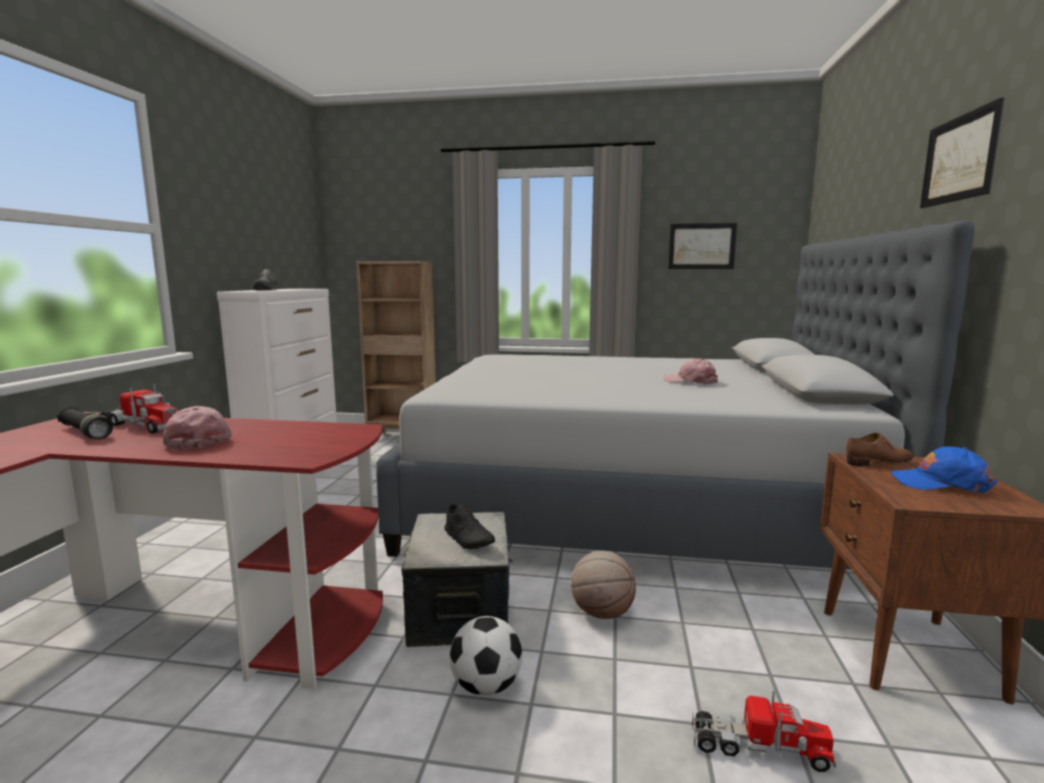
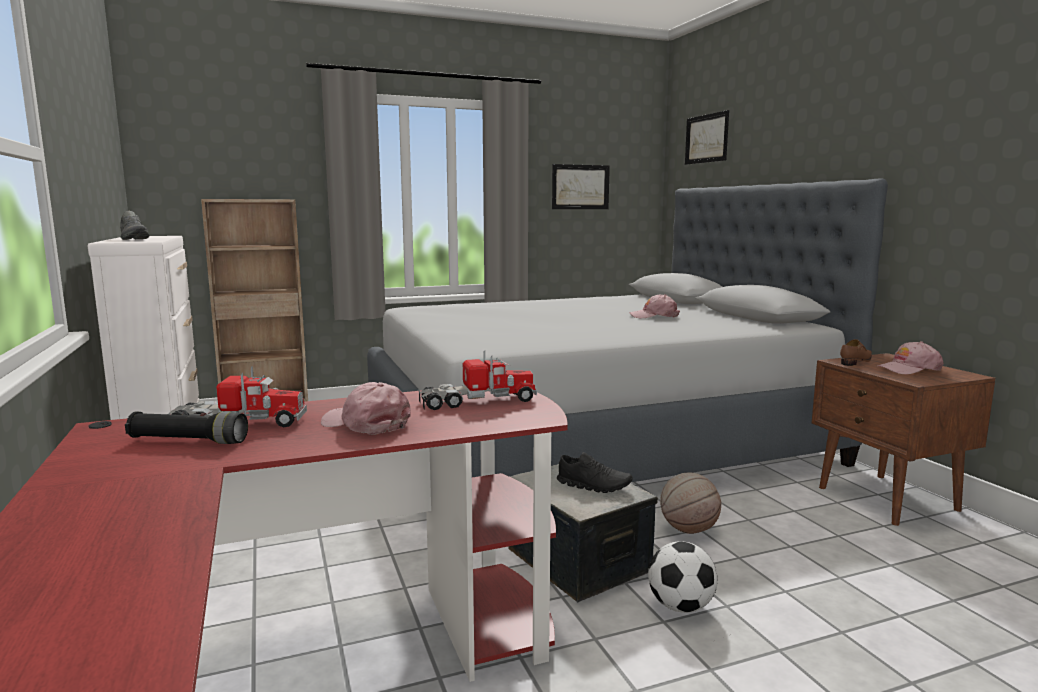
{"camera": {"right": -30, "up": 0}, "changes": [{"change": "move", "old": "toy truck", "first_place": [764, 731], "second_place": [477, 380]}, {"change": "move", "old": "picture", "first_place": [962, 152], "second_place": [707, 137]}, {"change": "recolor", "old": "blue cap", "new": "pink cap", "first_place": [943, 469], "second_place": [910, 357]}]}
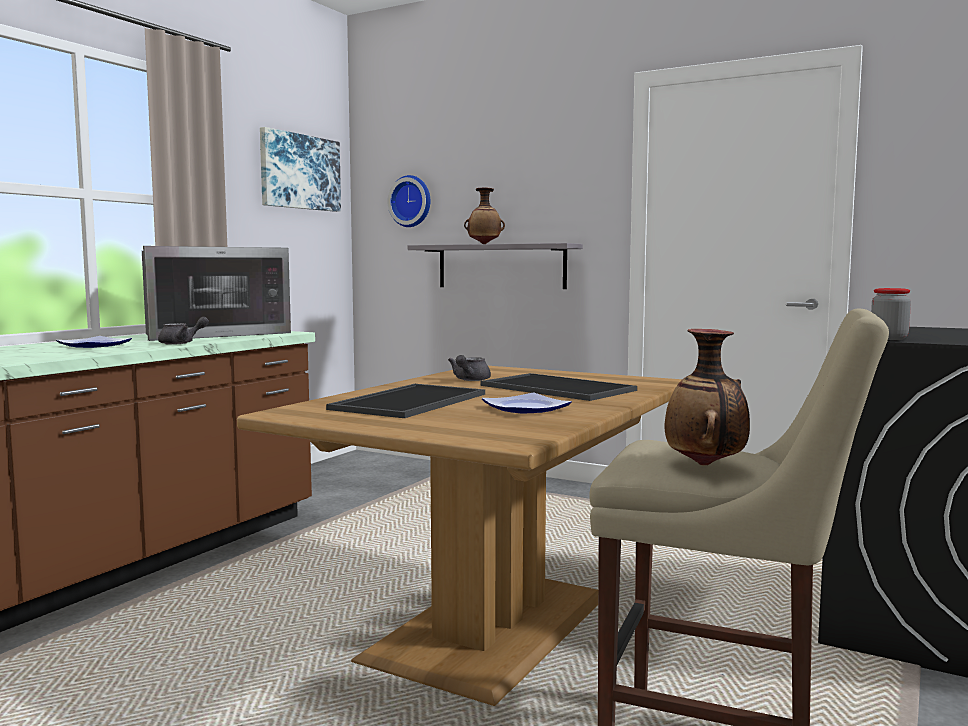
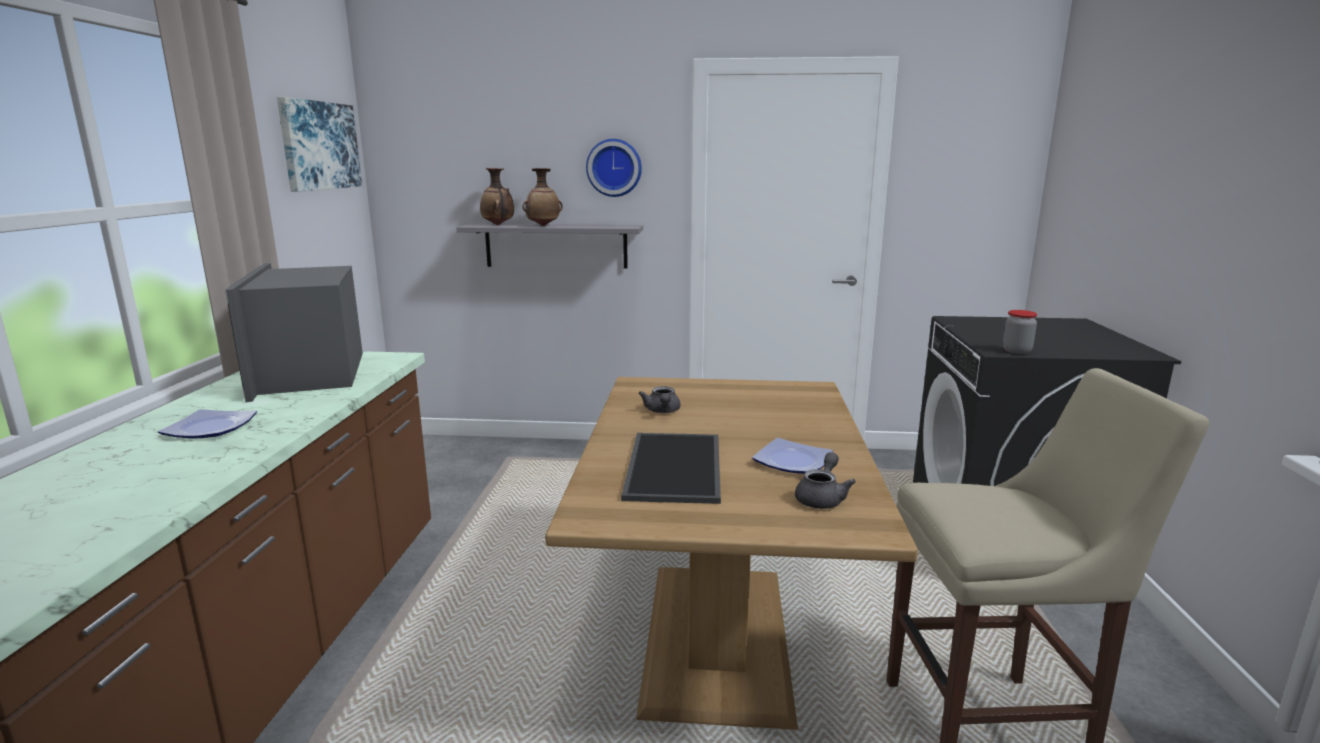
{"camera": {"right": -25, "up": 10}, "changes": [{"change": "delete", "old": "tray", "first_place": [558, 387]}, {"change": "move", "old": "grey teapot", "first_place": [183, 331], "second_place": [825, 480]}, {"change": "move", "old": "wall clock", "first_place": [408, 201], "second_place": [614, 168]}, {"change": "move", "old": "vase", "first_place": [707, 397], "second_place": [497, 196]}, {"change": "rotate", "old": "microwave", "first_place": [216, 293], "second_place": [294, 332], "degrees": 135}]}
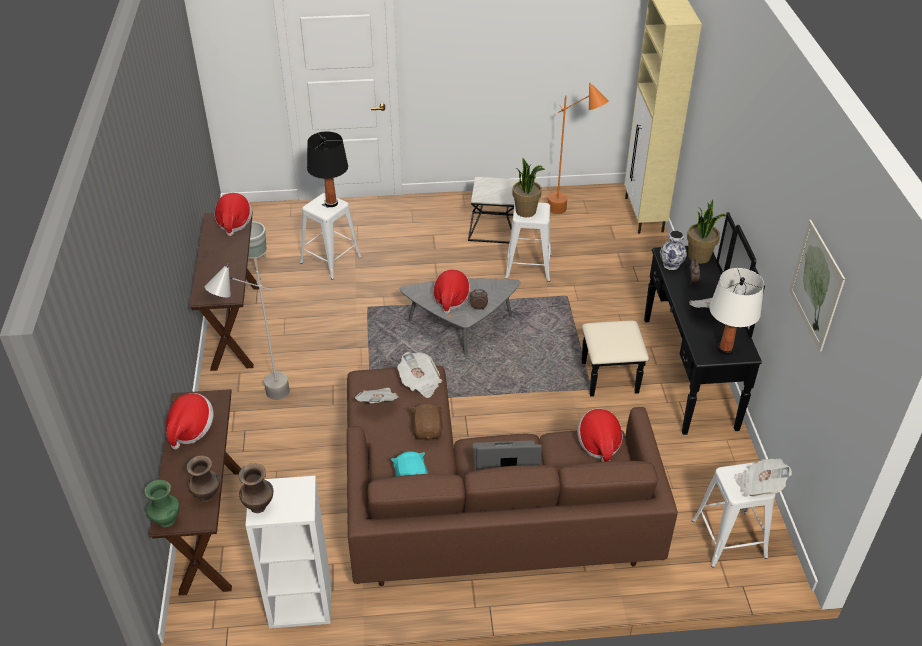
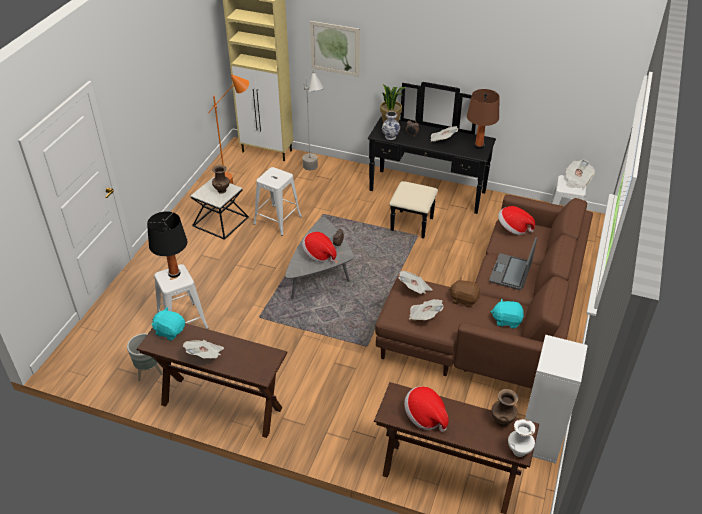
{"camera": {"right": -65, "up": 0}, "changes": [{"change": "delete", "old": "potted plant", "first_place": [528, 187]}, {"change": "insert", "new": "newspaper", "second_place": [203, 349]}, {"change": "move", "old": "grey floor lamp", "first_place": [247, 331], "second_place": [314, 120]}, {"change": "move", "old": "brown vase", "first_place": [255, 488], "second_place": [221, 179]}, {"change": "move", "old": "picture", "first_place": [817, 286], "second_place": [335, 49]}, {"change": "replace", "old": "hat", "new": "turquoise plush toy", "first_place": [233, 214], "second_place": [168, 324]}, {"change": "recolor", "old": "green vase", "new": "white vase", "first_place": [161, 503], "second_place": [521, 438]}, {"change": "recolor", "old": "white table lamp", "new": "brown table lamp", "first_place": [737, 311], "second_place": [483, 119]}]}
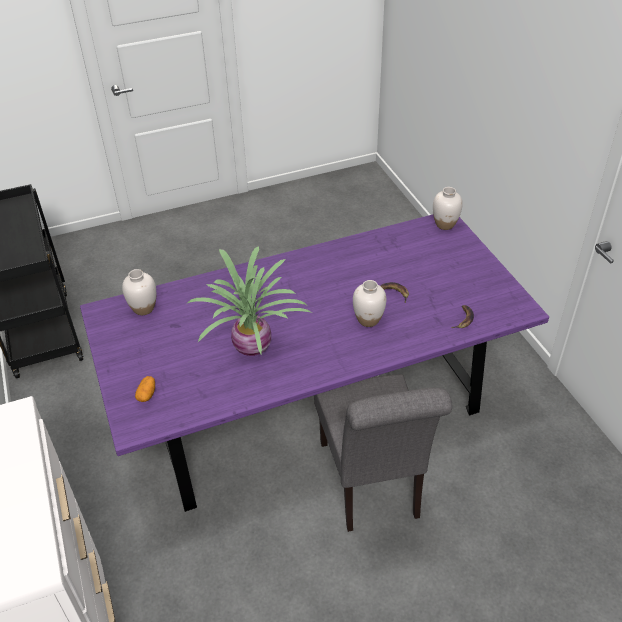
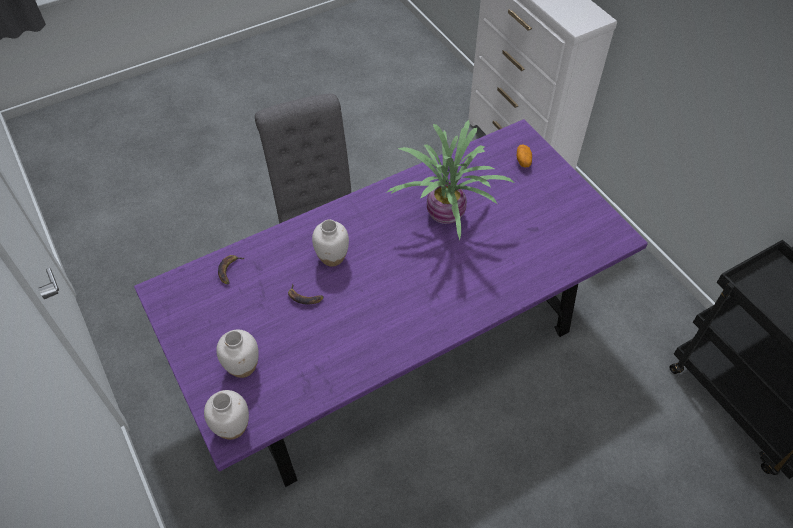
{"camera": {"right": 170, "up": 10}, "changes": [{"change": "move", "old": "white vase", "first_place": [139, 292], "second_place": [237, 354]}]}
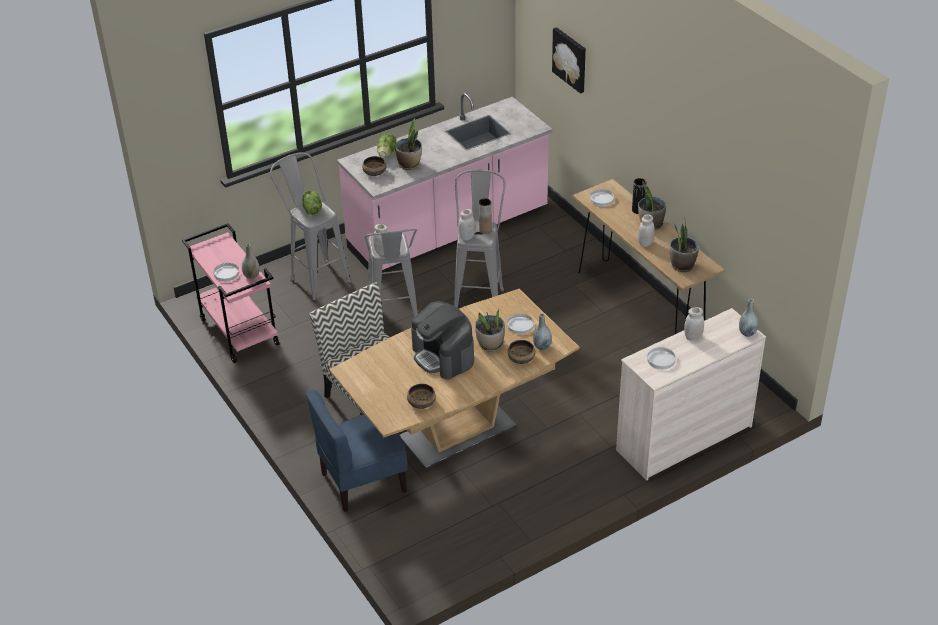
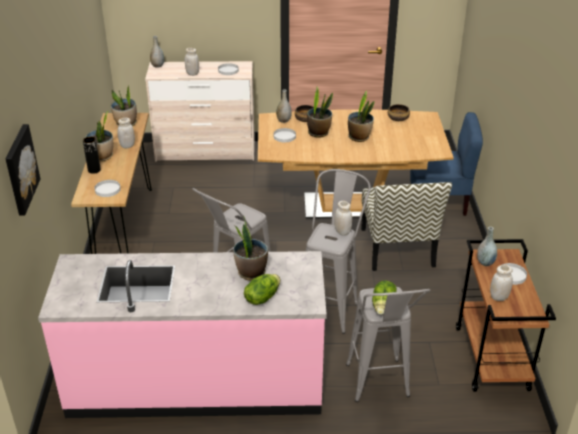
{"camera": {"right": -150, "up": -5}, "changes": [{"change": "delete", "old": "bowl", "first_place": [374, 166]}, {"change": "delete", "old": "brown vase", "first_place": [485, 216]}, {"change": "move", "old": "white jar", "first_place": [466, 224], "second_place": [501, 283]}, {"change": "replace", "old": "coffee machine", "new": "potted plant", "first_place": [442, 340], "second_place": [361, 116]}, {"change": "recolor", "old": "pink cart", "new": "brown cart", "first_place": [230, 293], "second_place": [506, 315]}]}
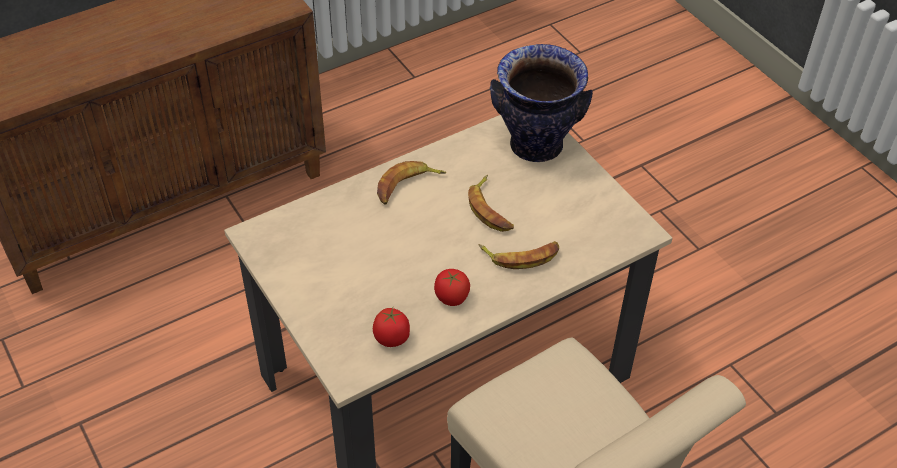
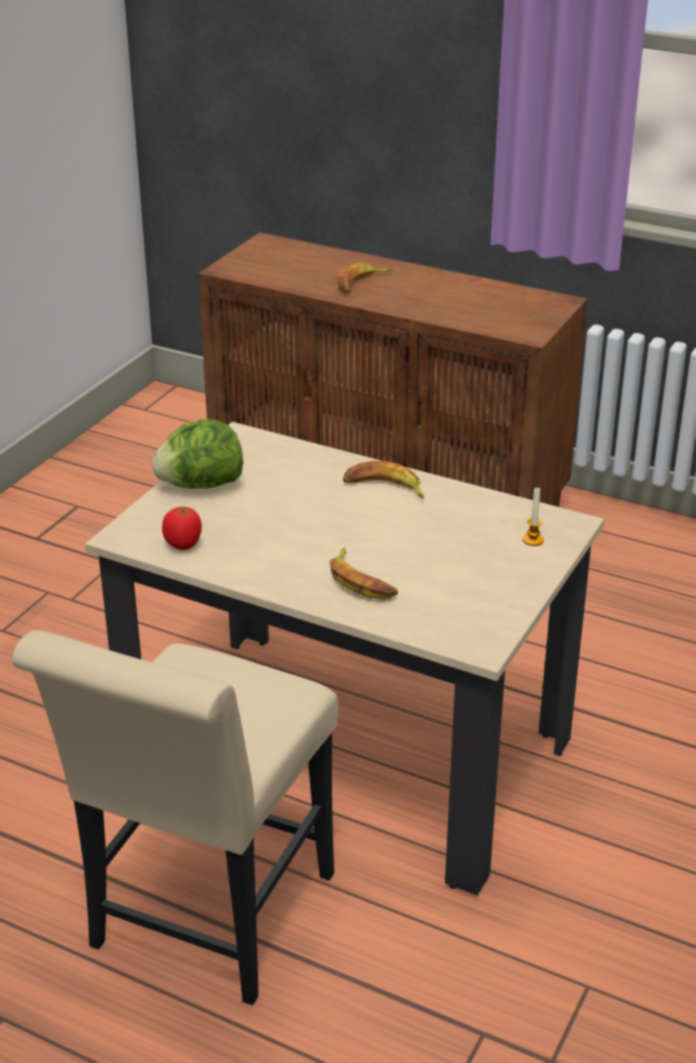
{"camera": {"right": 60, "up": -15}, "changes": [{"change": "delete", "old": "tomato", "first_place": [452, 287]}, {"change": "insert", "new": "lettuce", "second_place": [197, 454]}, {"change": "move", "old": "banana", "first_place": [491, 203], "second_place": [365, 278]}, {"change": "replace", "old": "vase", "new": "candle", "first_place": [541, 103], "second_place": [533, 516]}]}
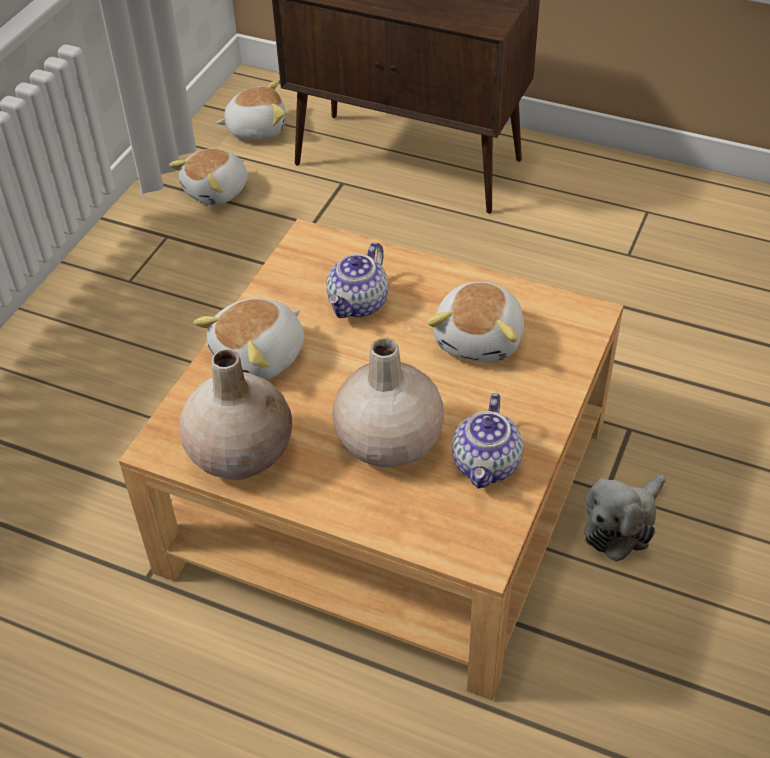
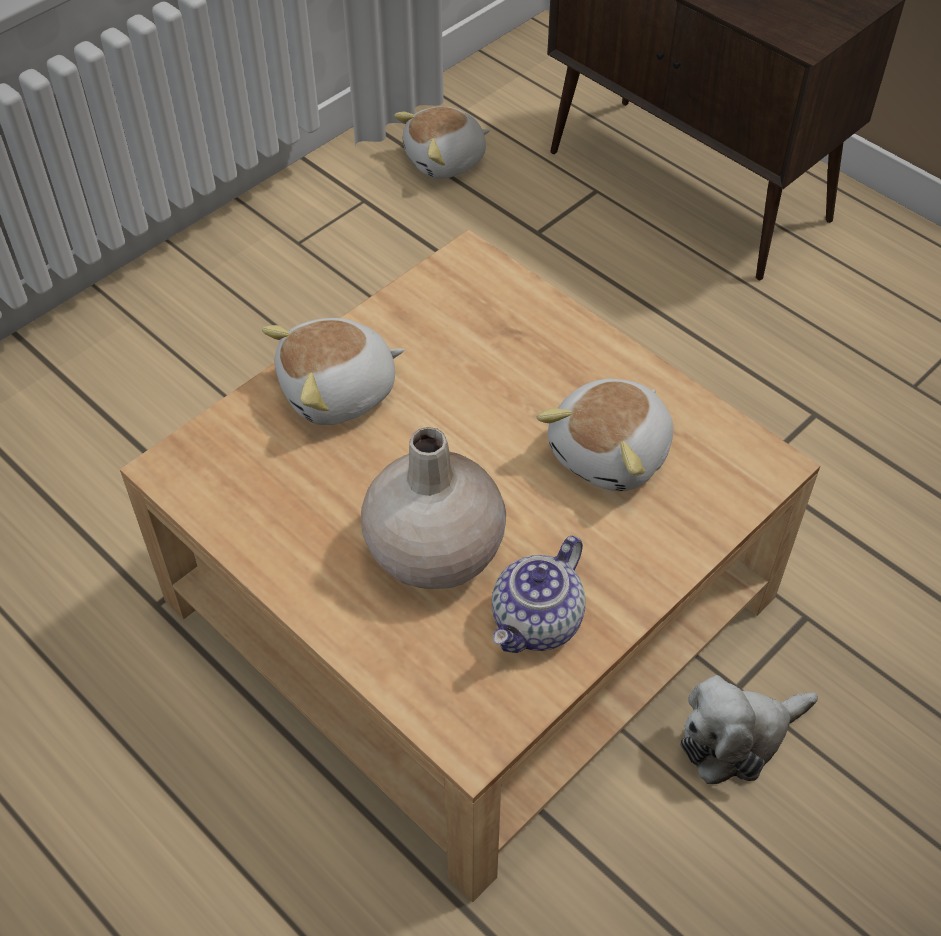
{"camera": {"right": 20, "up": 5}, "changes": [{"change": "delete", "old": "beige vase", "first_place": [235, 414]}, {"change": "delete", "old": "plush toy", "first_place": [250, 110]}, {"change": "delete", "old": "teapot", "first_place": [357, 280]}]}
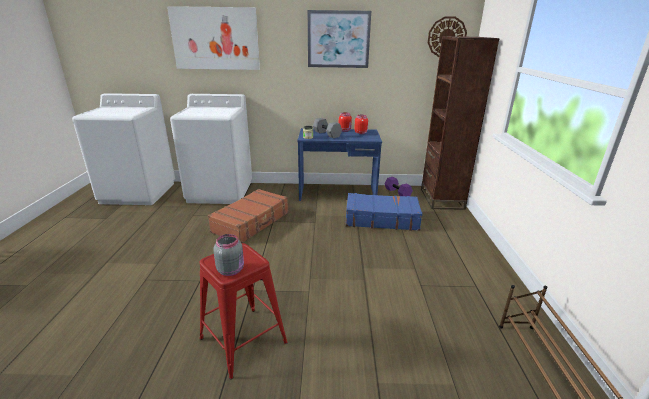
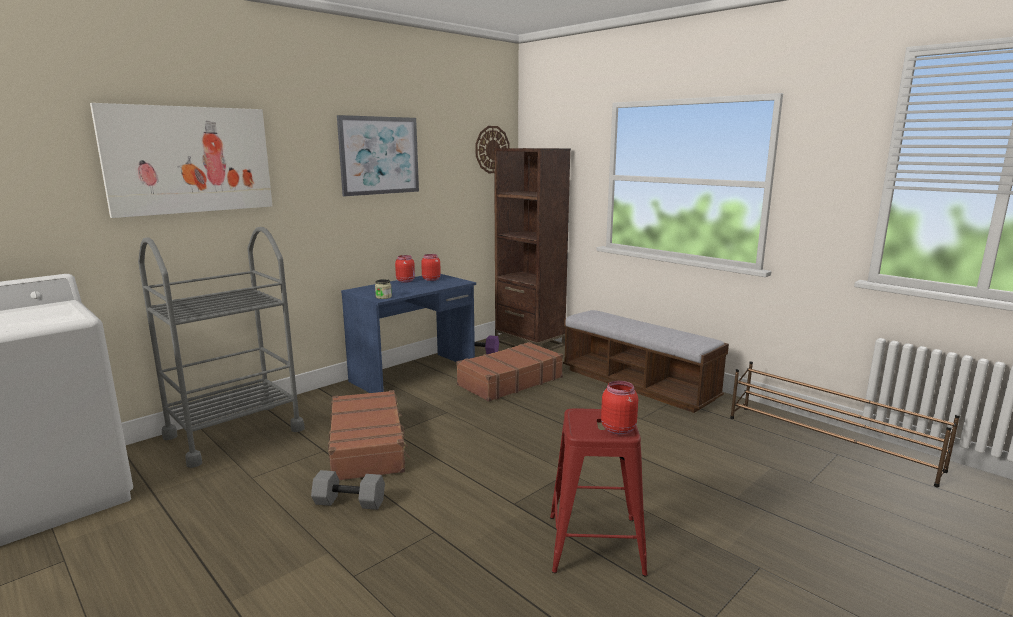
{"camera": {"right": -45, "up": -10}, "changes": [{"change": "insert", "new": "bench", "second_place": [646, 361]}, {"change": "move", "old": "grey dumbbell", "first_place": [327, 128], "second_place": [348, 490]}, {"change": "replace", "old": "white washing machine", "new": "grey cart", "first_place": [211, 149], "second_place": [221, 347]}, {"change": "recolor", "old": "grey jar", "new": "red jar", "first_place": [228, 255], "second_place": [619, 407]}, {"change": "recolor", "old": "blue suitcase", "new": "brown suitcase", "first_place": [384, 212], "second_place": [509, 372]}]}
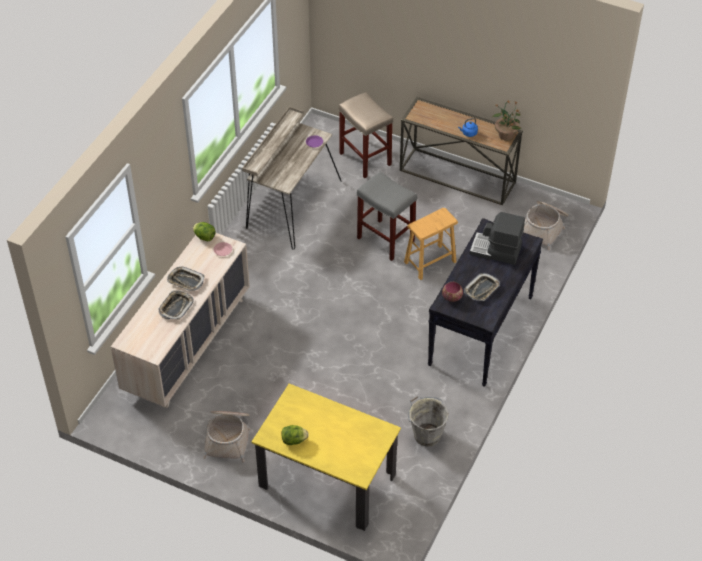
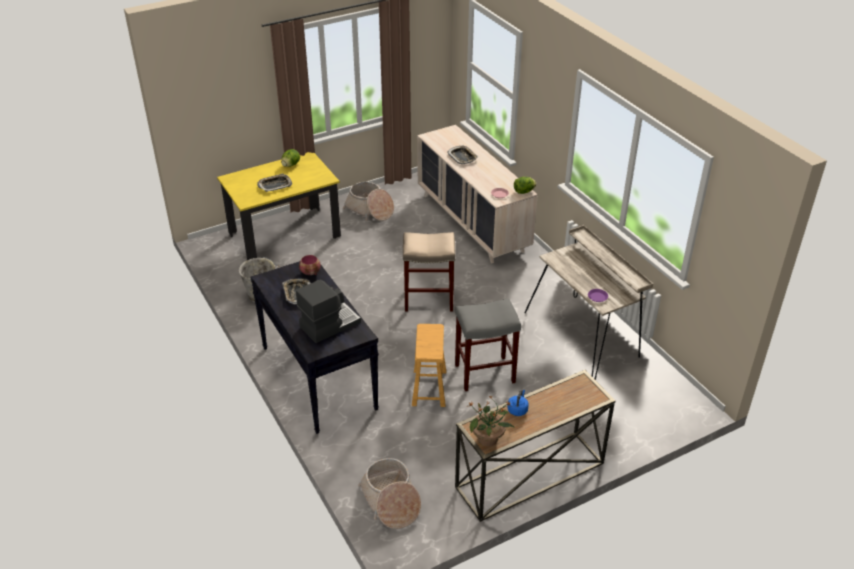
{"camera": {"right": 125, "up": -10}, "changes": [{"change": "move", "old": "tray", "first_place": [186, 279], "second_place": [274, 182]}, {"change": "move", "old": "beige stool", "first_place": [366, 135], "second_place": [429, 272]}]}
